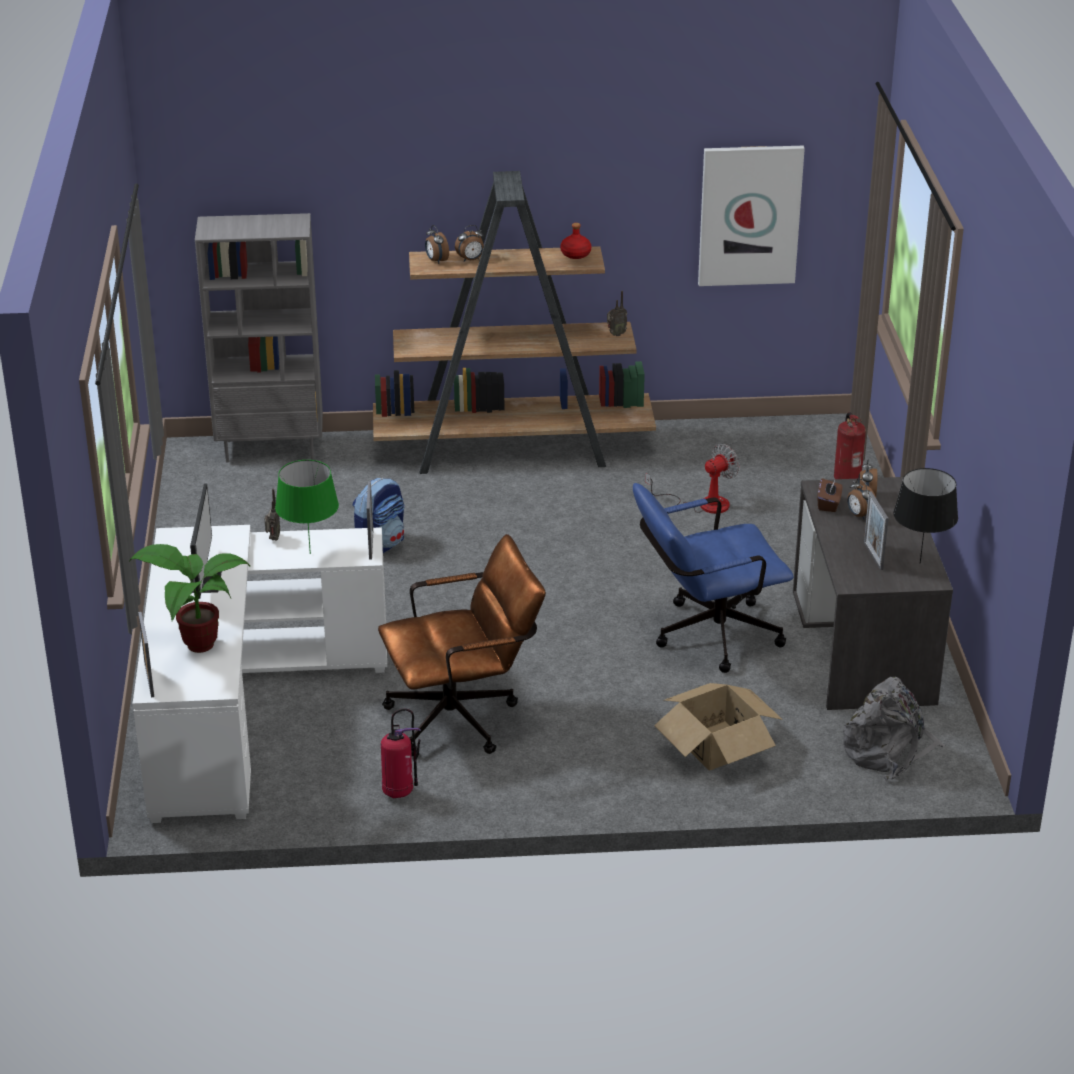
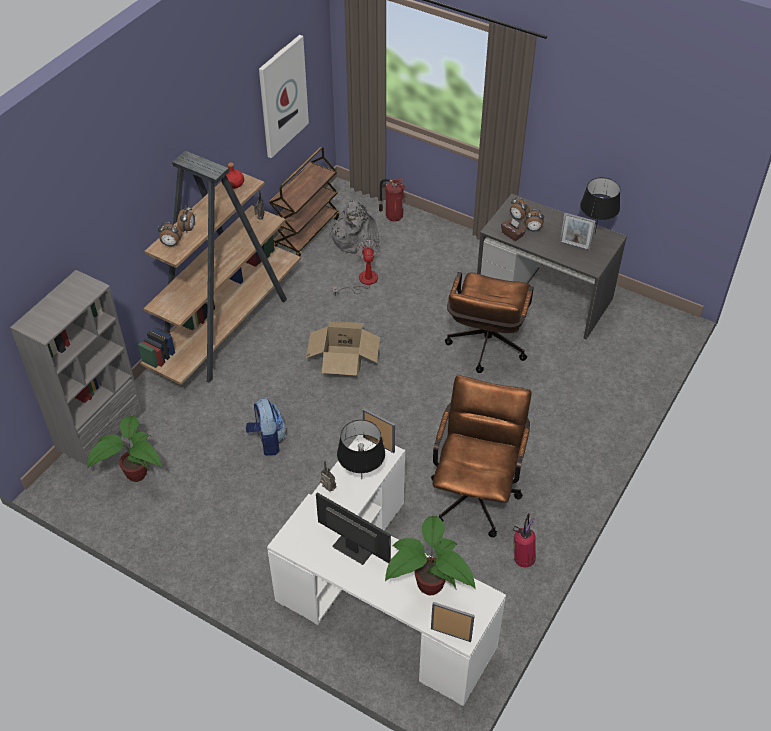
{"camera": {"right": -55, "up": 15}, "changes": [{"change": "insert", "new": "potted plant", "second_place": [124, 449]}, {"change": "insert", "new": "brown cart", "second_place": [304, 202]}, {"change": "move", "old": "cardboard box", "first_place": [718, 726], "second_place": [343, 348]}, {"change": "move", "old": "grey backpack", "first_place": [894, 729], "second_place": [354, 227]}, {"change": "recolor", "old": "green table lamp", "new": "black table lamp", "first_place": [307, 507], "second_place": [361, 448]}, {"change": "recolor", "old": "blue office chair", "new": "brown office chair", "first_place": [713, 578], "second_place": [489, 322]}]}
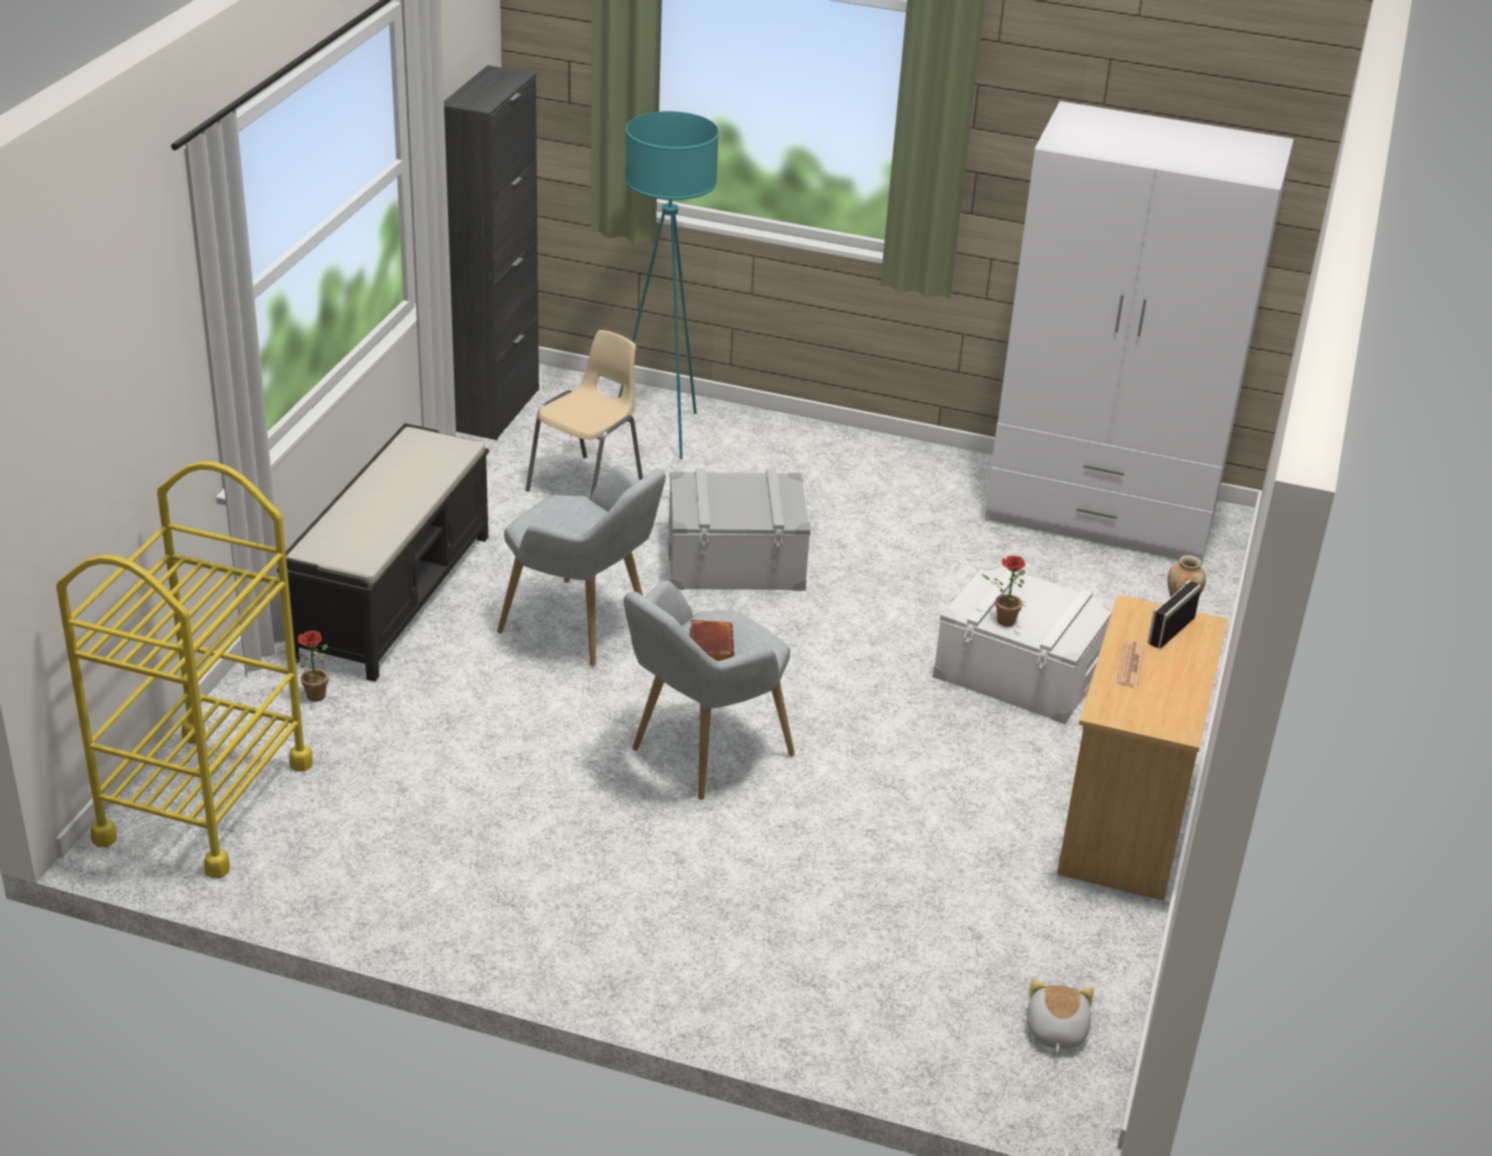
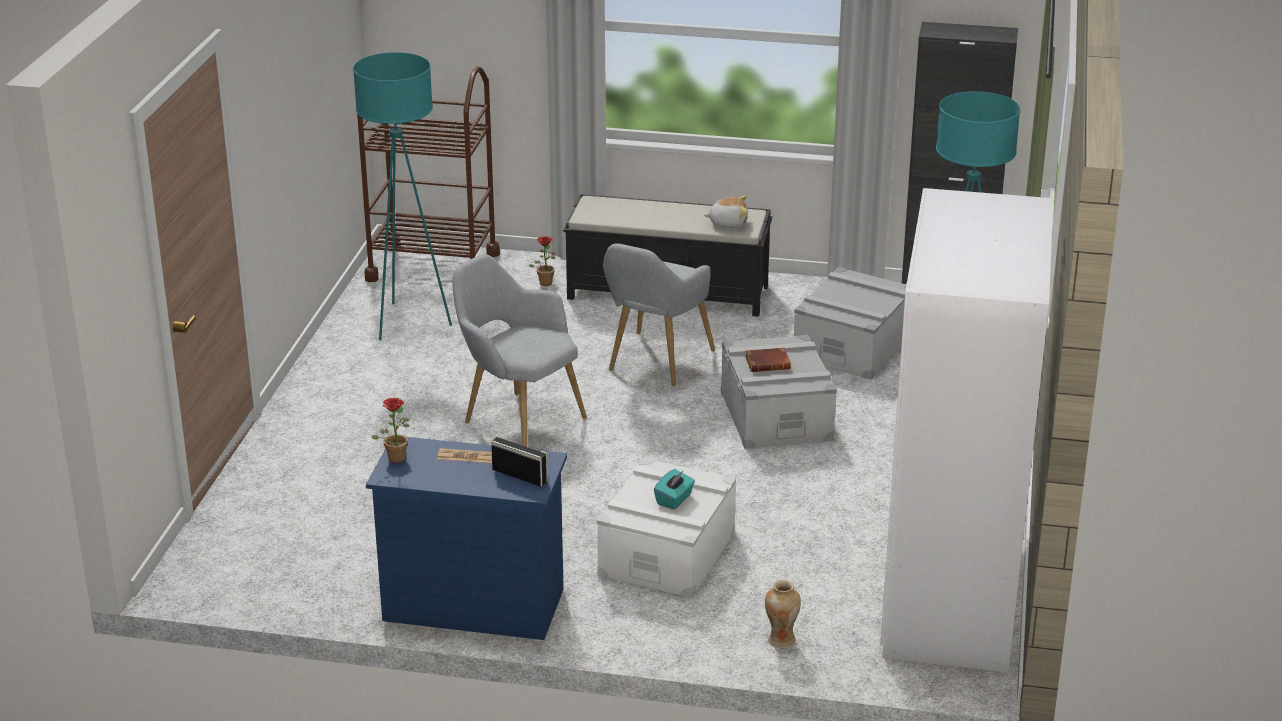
{"camera": {"right": 85, "up": -5}, "changes": [{"change": "insert", "new": "turquoise floor lamp", "second_place": [402, 196]}, {"change": "insert", "new": "turquoise tissue box", "second_place": [674, 489]}, {"change": "move", "old": "brown book", "first_place": [712, 640], "second_place": [768, 360]}, {"change": "move", "old": "potted plant", "first_place": [1003, 591], "second_place": [390, 430]}, {"change": "move", "old": "plush toy", "first_place": [1060, 1016], "second_place": [726, 212]}, {"change": "replace", "old": "beige chair", "new": "grey storage box", "first_place": [584, 414], "second_place": [850, 323]}, {"change": "recolor", "old": "yellow cart", "new": "brown cart", "first_place": [184, 669], "second_place": [428, 174]}, {"change": "recolor", "old": "beige dresser", "new": "blue dresser", "first_place": [1142, 748], "second_place": [466, 538]}]}
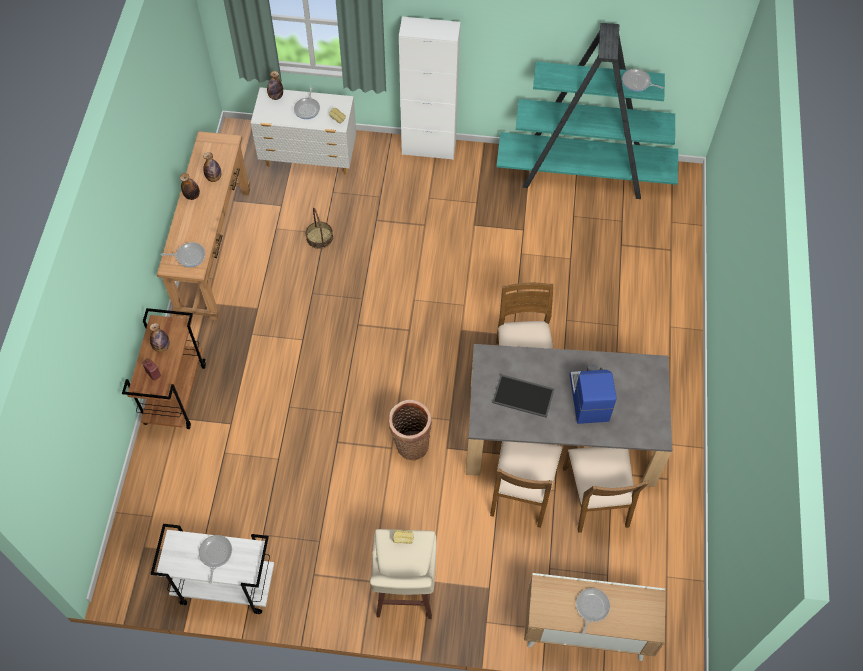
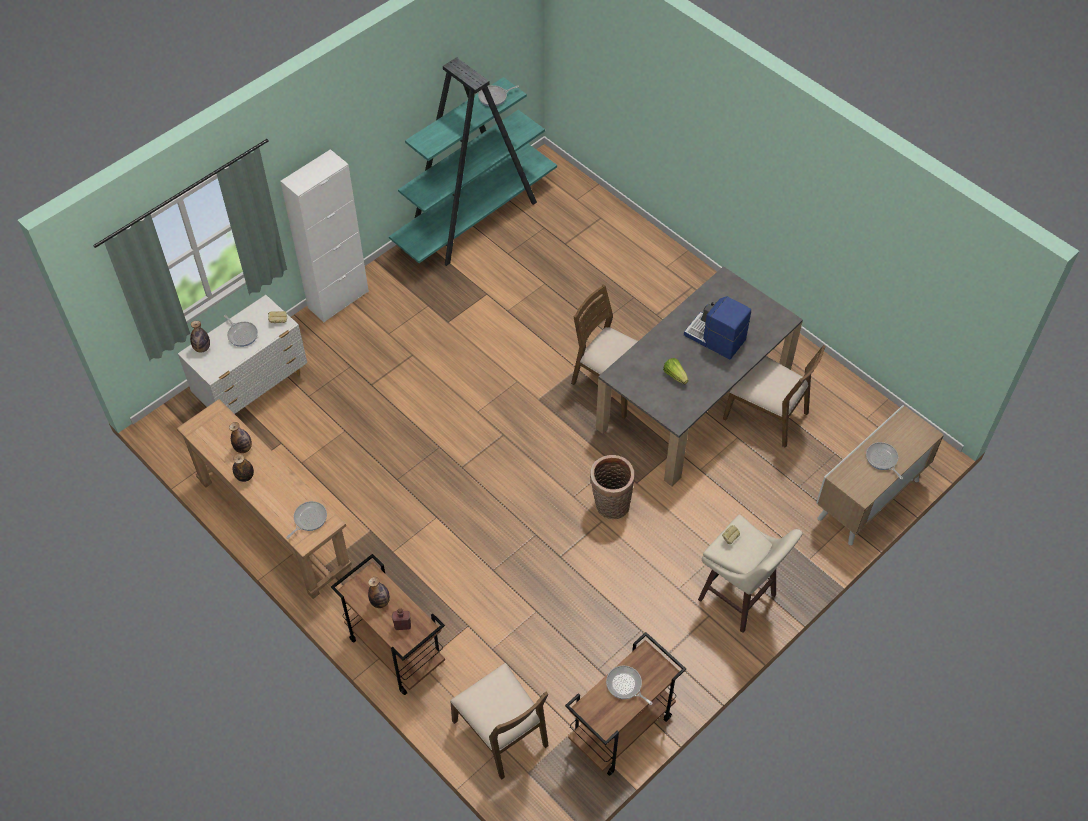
{"camera": {"right": -50, "up": -5}, "changes": [{"change": "delete", "old": "basket", "first_place": [319, 228]}, {"change": "move", "old": "brown chair", "first_place": [526, 484], "second_place": [499, 721]}, {"change": "replace", "old": "tray", "new": "lettuce", "first_place": [523, 396], "second_place": [675, 371]}, {"change": "recolor", "old": "white cart", "new": "brown cart", "first_place": [212, 569], "second_place": [625, 704]}]}
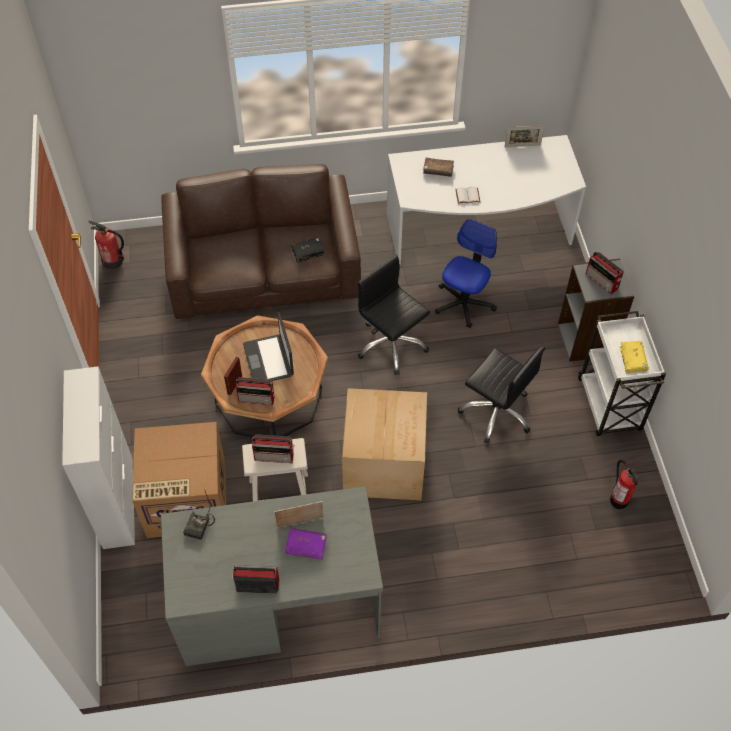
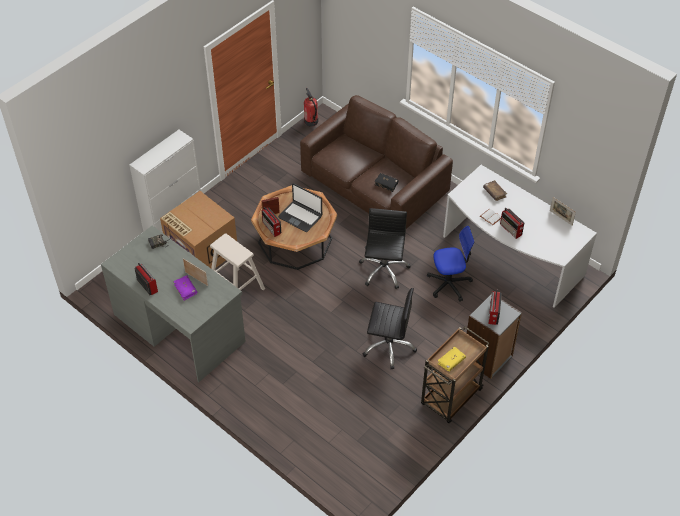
{"camera": {"right": 50, "up": -5}, "changes": [{"change": "delete", "old": "cardboard box", "first_place": [384, 444]}, {"change": "delete", "old": "fire extinguisher", "first_place": [625, 484]}, {"change": "move", "old": "radio", "first_place": [273, 448], "second_place": [512, 223]}, {"change": "recolor", "old": "white cart", "new": "brown cart", "first_place": [622, 373], "second_place": [455, 375]}, {"change": "rotate", "old": "laptop", "first_place": [268, 346], "second_place": [300, 207], "degrees": -90}, {"change": "rotate", "old": "black office chair", "first_place": [501, 395], "second_place": [390, 328], "degrees": -75}]}
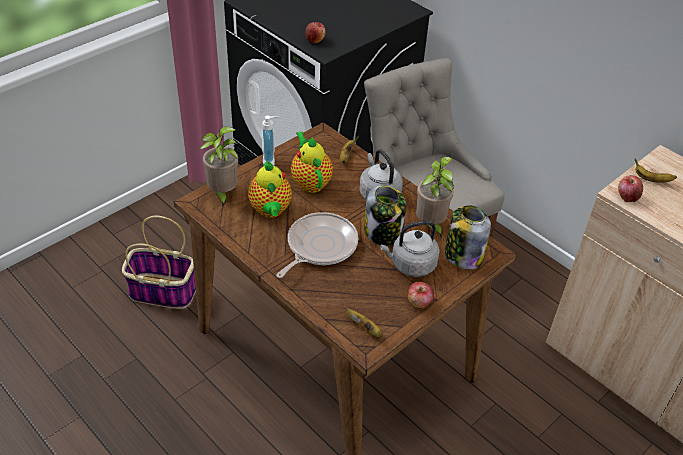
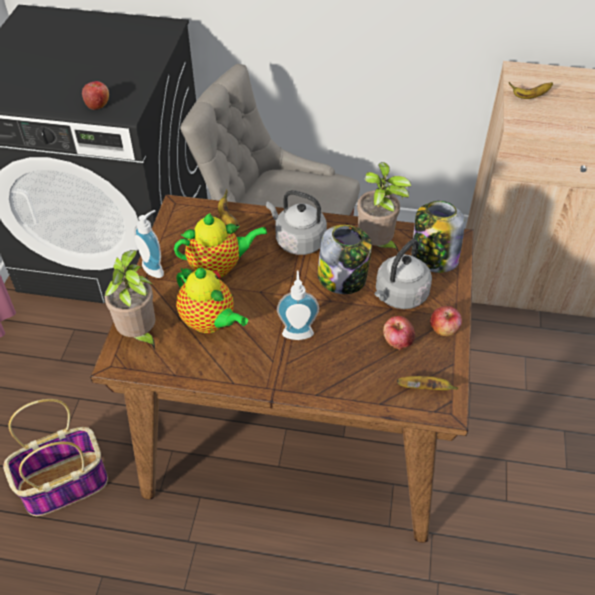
{"camera": {"right": -35, "up": 5}, "changes": [{"change": "move", "old": "apple", "first_place": [630, 188], "second_place": [399, 333]}, {"change": "replace", "old": "frying pan", "new": "soap dispenser", "first_place": [317, 245], "second_place": [298, 305]}, {"change": "rotate", "old": "teapot", "first_place": [312, 162], "second_place": [220, 245], "degrees": 135}]}
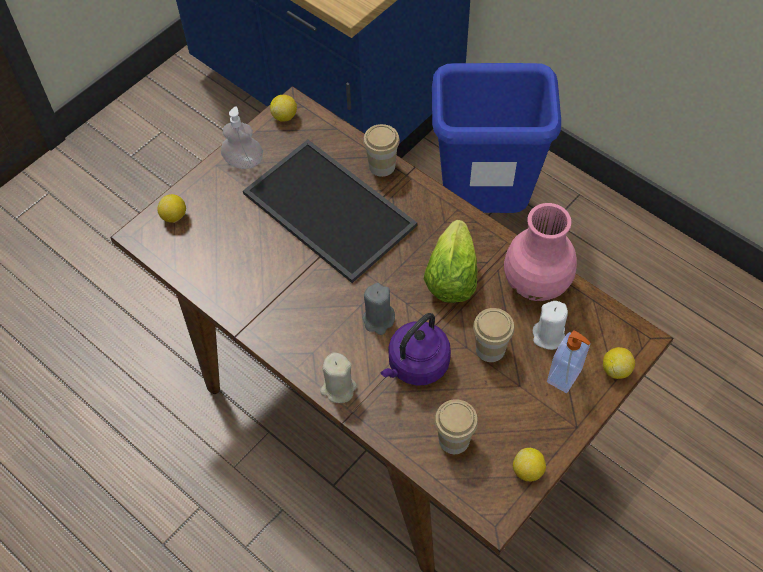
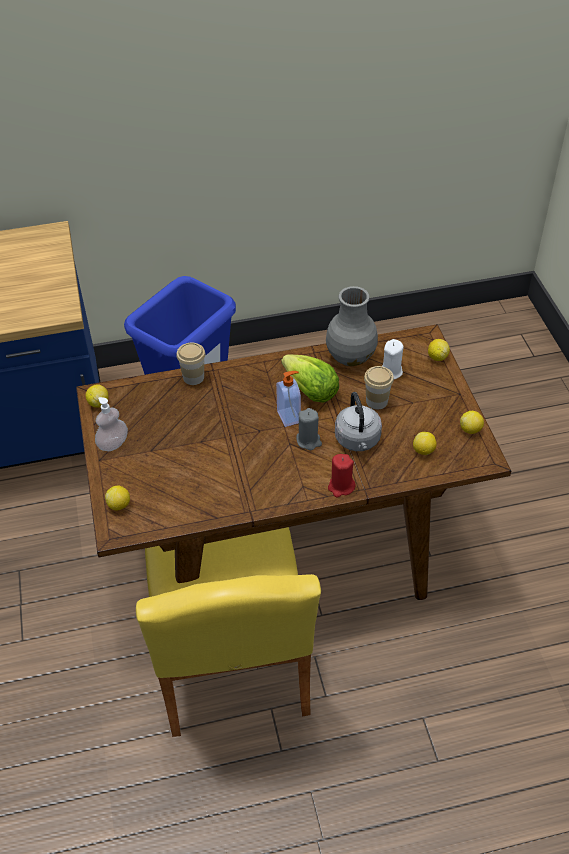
{"camera": {"right": -55, "up": -10}, "changes": [{"change": "delete", "old": "tray", "first_place": [330, 211]}, {"change": "insert", "new": "yellow chair", "second_place": [228, 632]}, {"change": "move", "old": "soap dispenser", "first_place": [568, 361], "second_place": [288, 399]}, {"change": "replace", "old": "cup", "new": "lemon", "first_place": [456, 426], "second_place": [425, 443]}, {"change": "recolor", "old": "beige candle", "new": "red candle", "first_place": [338, 378], "second_place": [342, 475]}, {"change": "recolor", "old": "purple kettle", "new": "grey kettle", "first_place": [416, 349], "second_place": [358, 421]}, {"change": "recolor", "old": "pink vase", "new": "grey vase", "first_place": [540, 252], "second_place": [352, 326]}]}
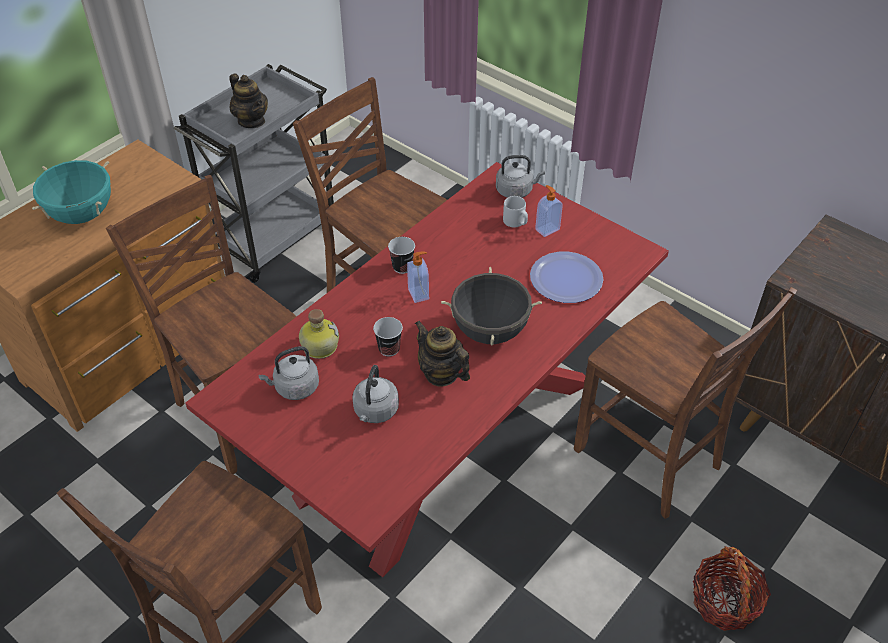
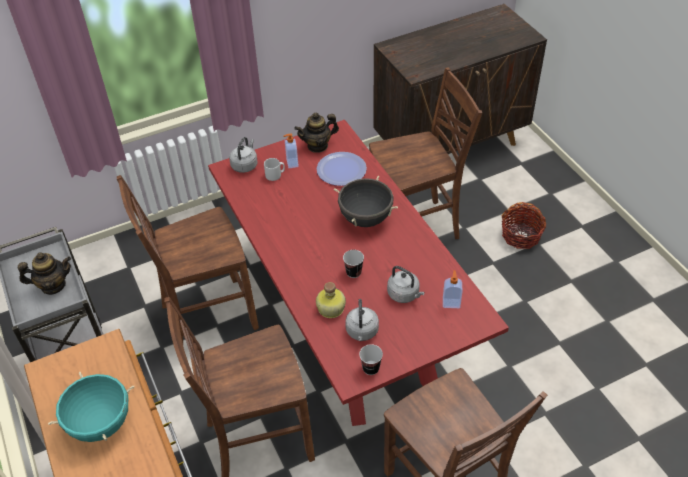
{"camera": {"right": -65, "up": 0}, "changes": [{"change": "move", "old": "cup", "first_place": [401, 255], "second_place": [371, 359]}, {"change": "move", "old": "soap dispenser", "first_place": [418, 277], "second_place": [452, 289]}, {"change": "move", "old": "teapot", "first_place": [442, 354], "second_place": [317, 133]}]}
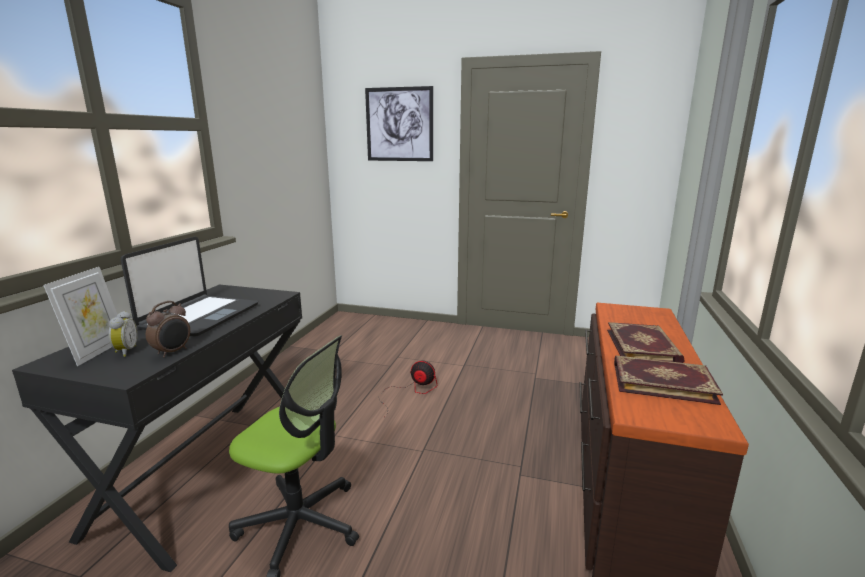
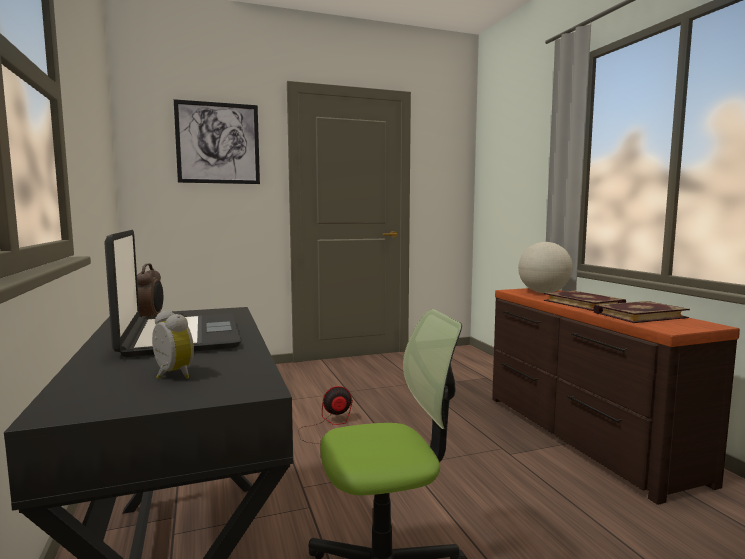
{"camera": {"right": -35, "up": -10}, "changes": [{"change": "delete", "old": "picture frame", "first_place": [80, 316]}, {"change": "insert", "new": "globe", "second_place": [545, 267]}, {"change": "move", "old": "alarm clock", "first_place": [168, 329], "second_place": [150, 291]}]}
